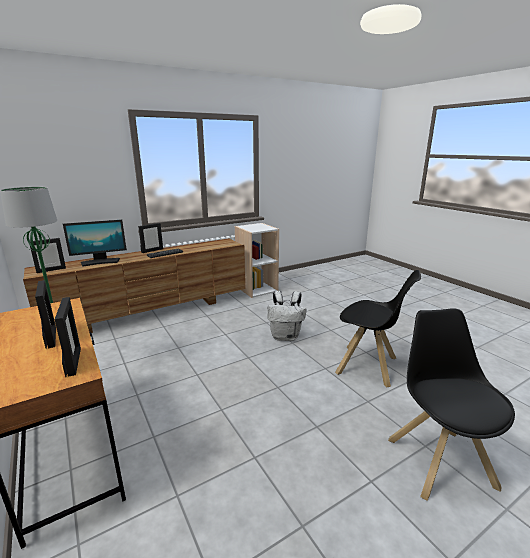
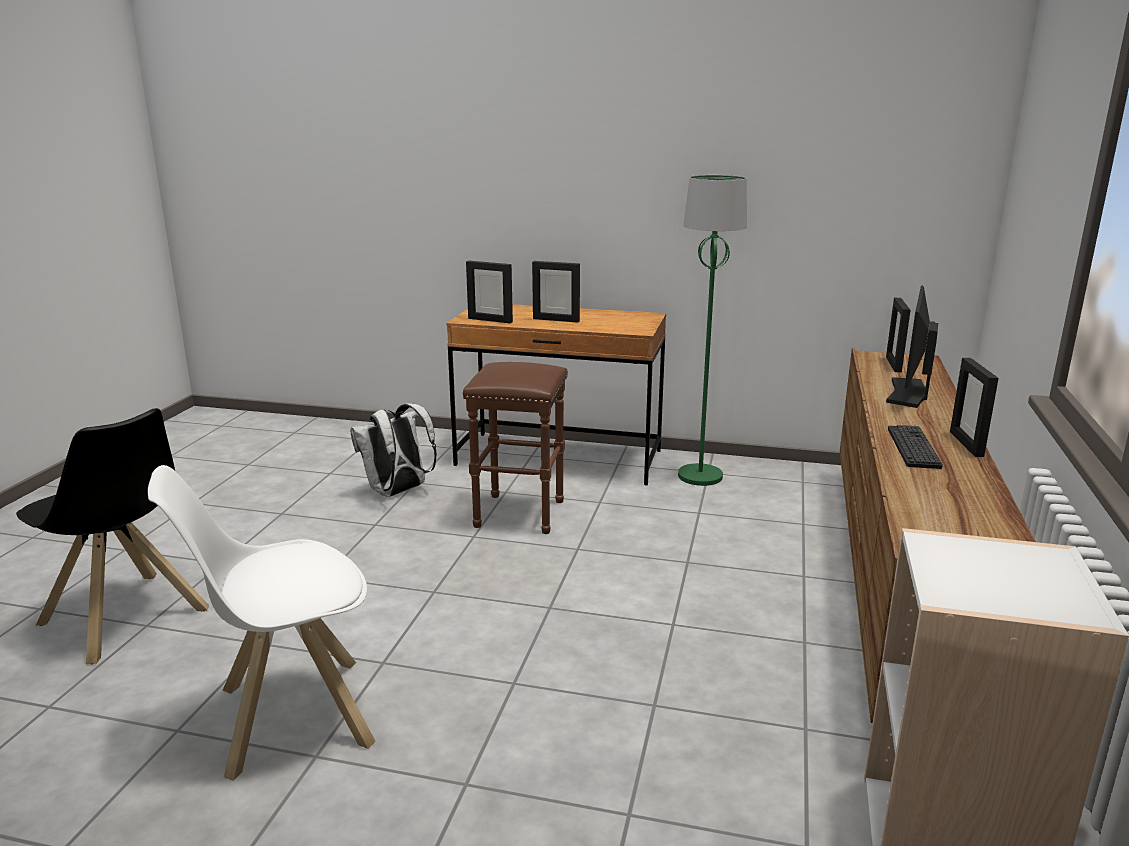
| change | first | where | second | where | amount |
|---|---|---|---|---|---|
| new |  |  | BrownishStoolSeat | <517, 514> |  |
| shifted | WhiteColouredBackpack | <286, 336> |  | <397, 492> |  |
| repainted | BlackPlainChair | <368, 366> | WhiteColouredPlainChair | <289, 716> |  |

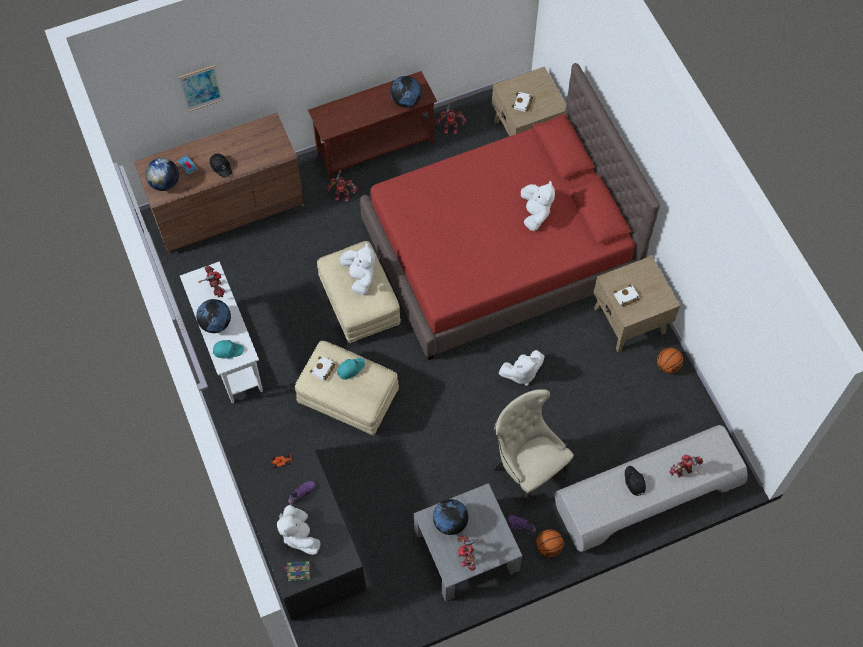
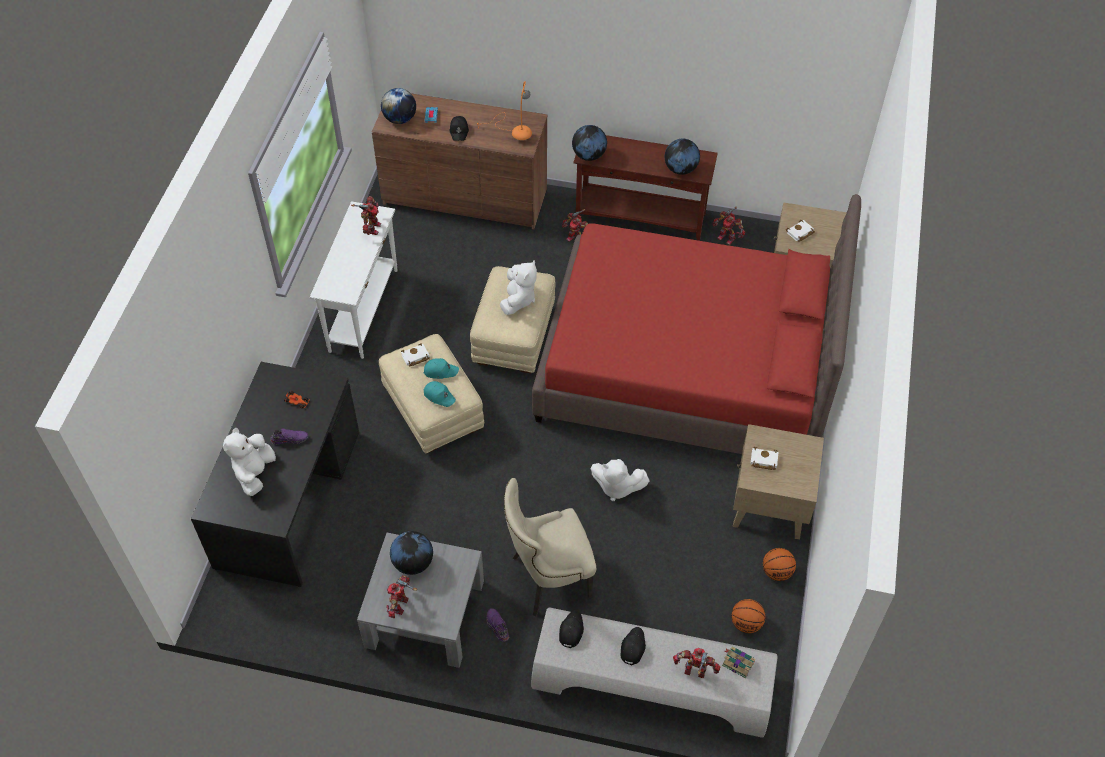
| change | first | where | second | where | amount |
|---|---|---|---|---|---|
| gone | Picture | <200, 88> |  |  |  |
| gone | WhiteColouredSoftToy | <535, 213> |  |  |  |
| new |  |  | OrangeyTableLamp | <514, 131> |  |
| new |  |  | BlackPeakedCap | <571, 630> |  |
| shifted | DeskGlobe | <216, 323> |  | <589, 155> |  |
| shifted | TurquoiseColouredPeakedCap | <227, 350> |  | <439, 396> |  |
| shifted | BoundBook | <298, 571> |  | <737, 662> |  |
| shifted | BallForBasketball | <548, 547> |  | <746, 623> |  |
| rotated | SandColouredPlainChair | <528, 469> |  | <549, 578> | 105 degrees counterclockwise |

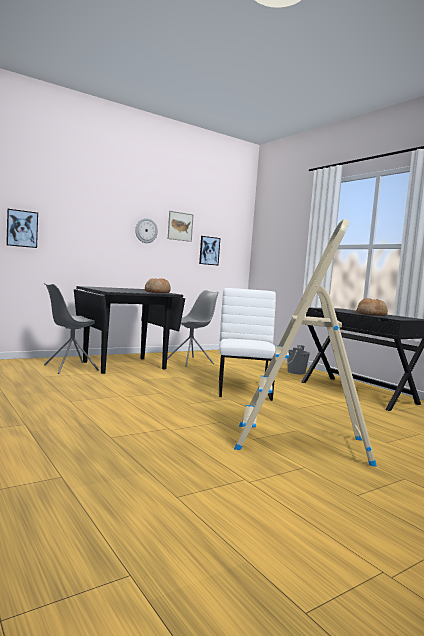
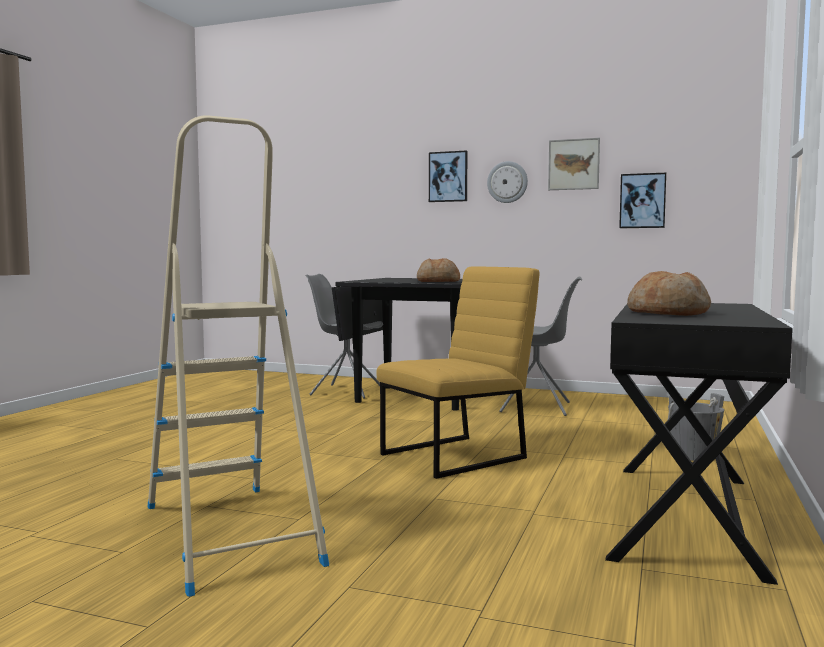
| change | first | where | second | where | amount |
|---|---|---|---|---|---|
| shifted | Picture | <22, 228> |  | <448, 176> |  |
| repainted | WhiteColouredPlainChair | <244, 390> | YellowPlainChair | <457, 456> |  |

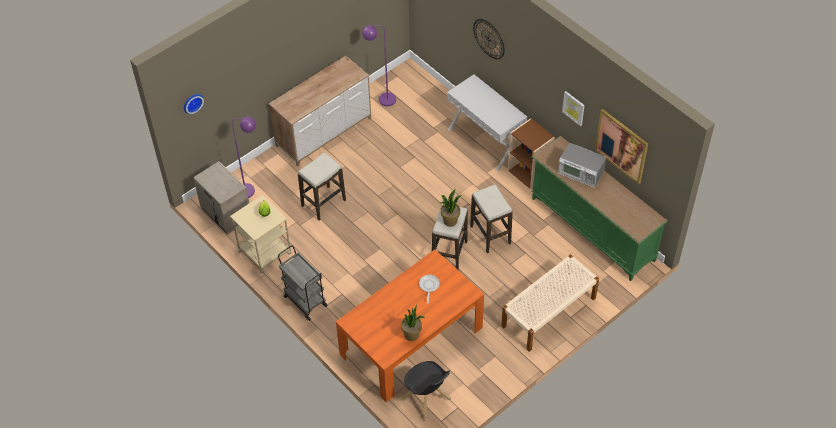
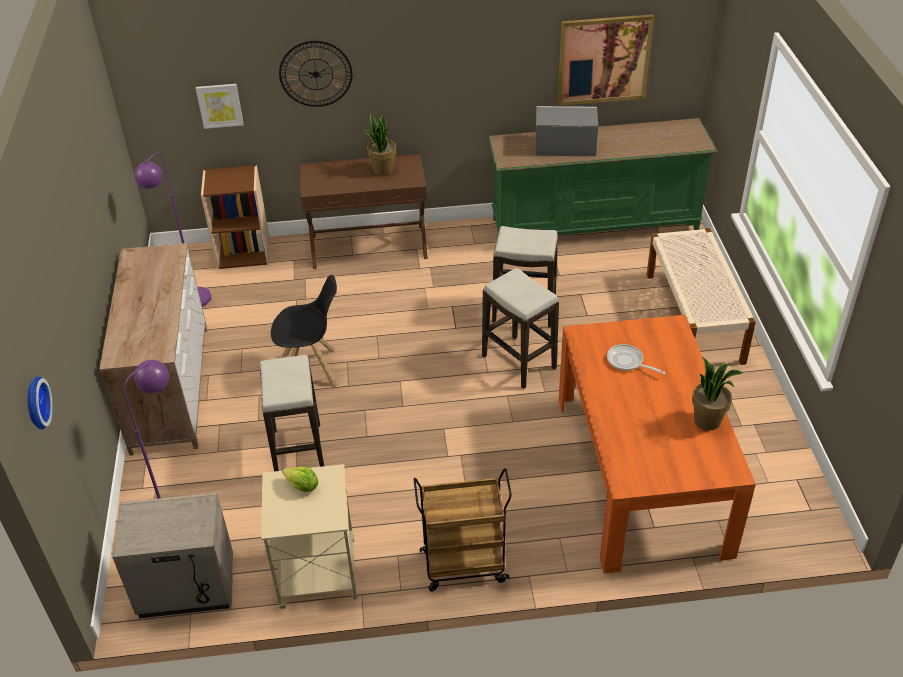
| change | first | where | second | where | amount |
|---|---|---|---|---|---|
| shifted | BlackPlainChair | <427, 400> |  | <312, 369> |  |
| shifted | PottedPlant | <450, 221> |  | <382, 170> |  |
| shifted | BrownishBookshelf | <530, 172> |  | <244, 253> |  |
| shifted | Picture | <573, 108> |  | <220, 105> |  |
| repainted | GrayTrolley | <305, 301> | BrownishTrolley | <463, 567> |  |
| repainted | WhiteColouredConsoleTable | <485, 141> | BrownishConsoleTable | <369, 246> |  |
| rotated | KitchenMicrowave | <580, 173> |  | <564, 145> | 150 degrees counterclockwise |

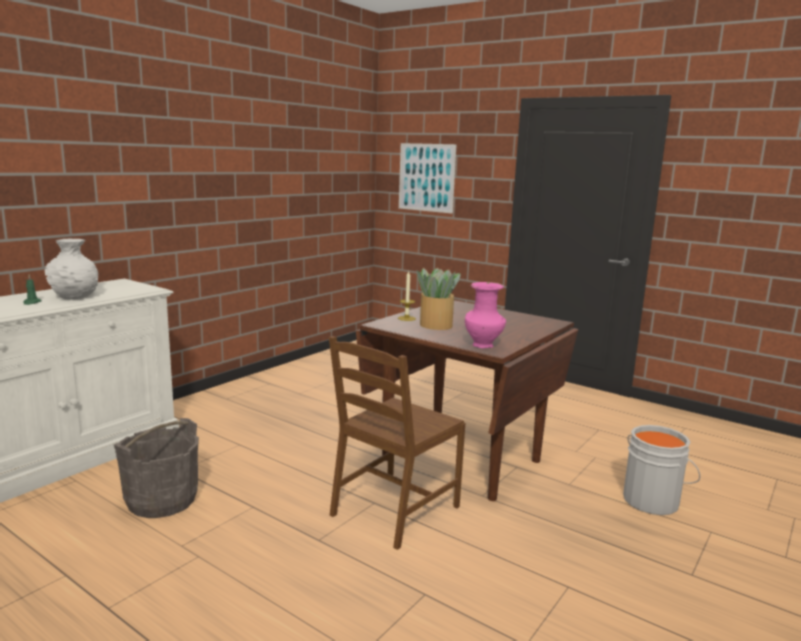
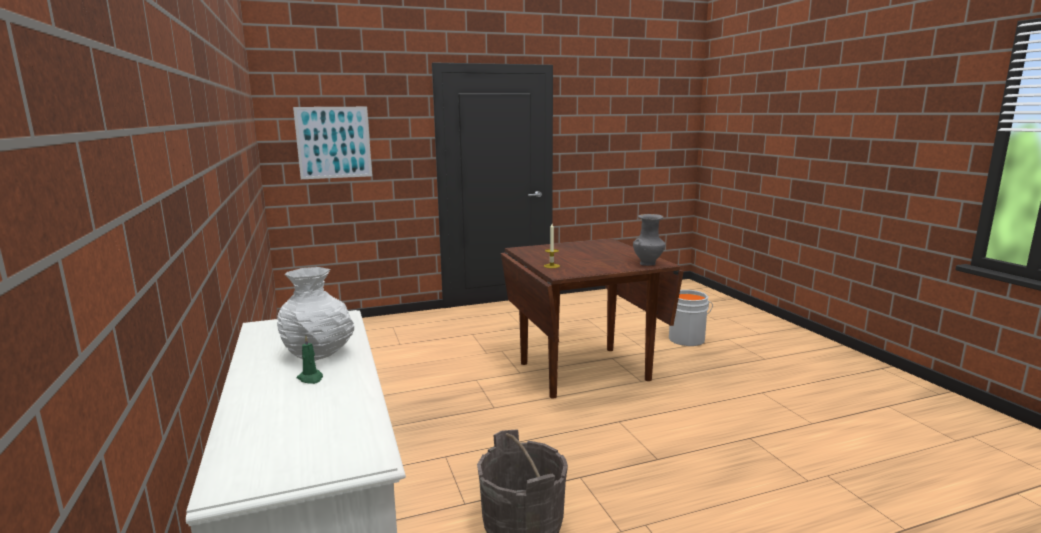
| change | first | where | second | where | amount |
|---|---|---|---|---|---|
| gone | BrownishPlainChair | <394, 511> |  |  |  |
| gone | PottedPlant | <435, 325> |  |  |  |
| repainted | PinkFlowerVase | <484, 346> | GrayFlowerVase | <648, 263> |  |

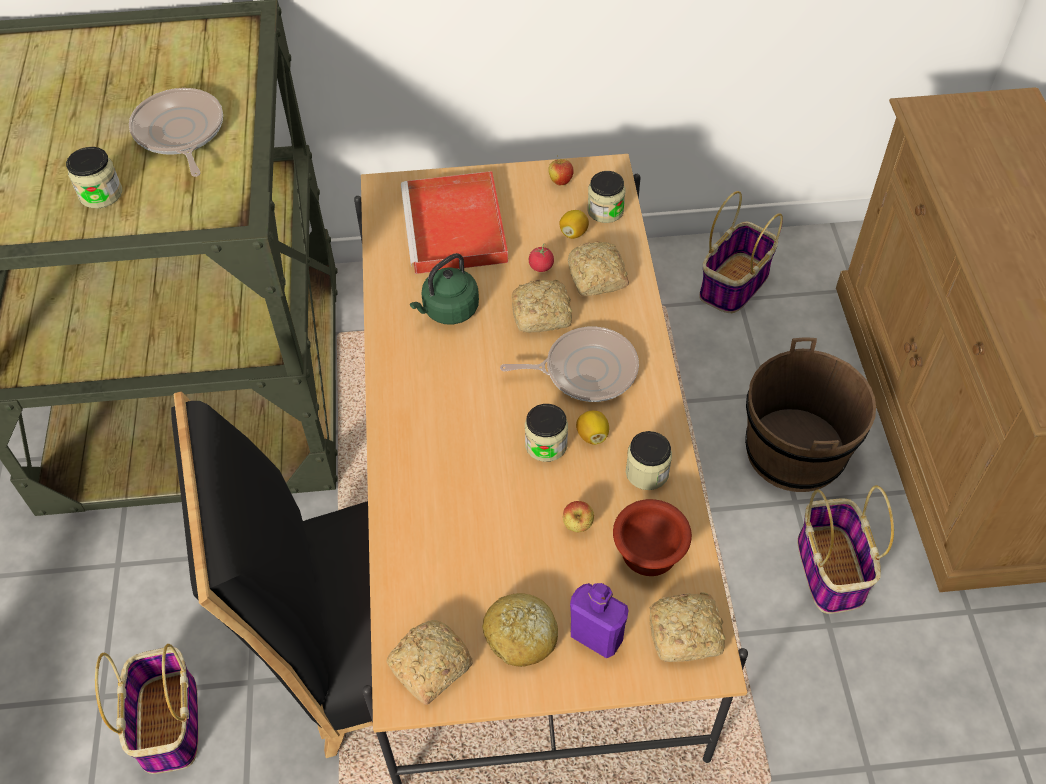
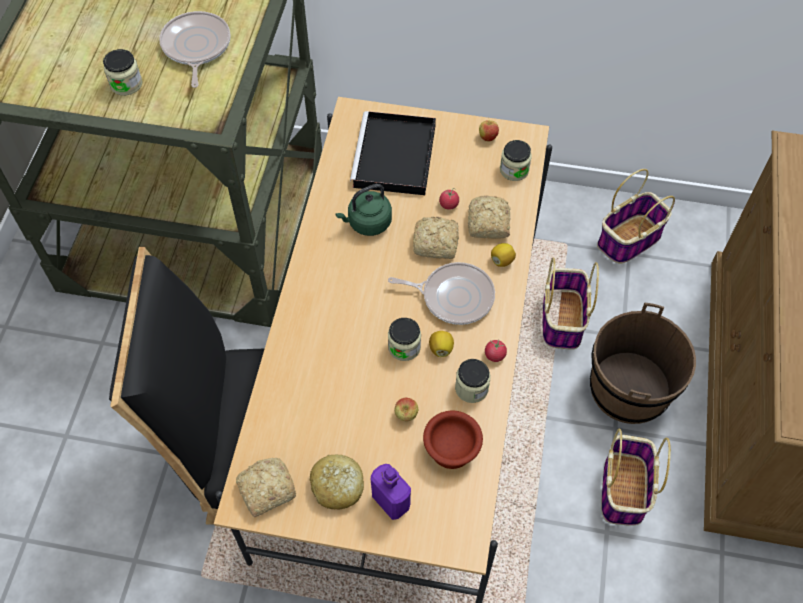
| change | first | where | second | where | amount |
|---|---|---|---|---|---|
| gone | BakedBread | <687, 634> |  |  |  |
| new |  |  | FreshTomato | <495, 355> |  |
| shifted | StorageBasket | <168, 721> |  | <562, 318> |  |
| shifted | CitrusFruit | <573, 233> |  | <502, 260> |  |
| repainted | RedColouredTray | <456, 228> | BlackTray | <395, 158> |  |

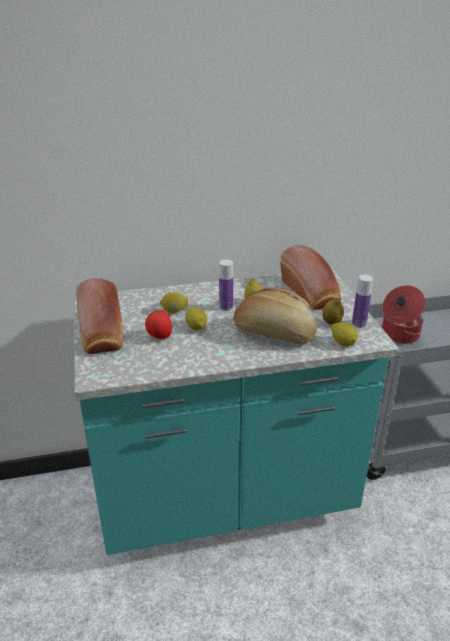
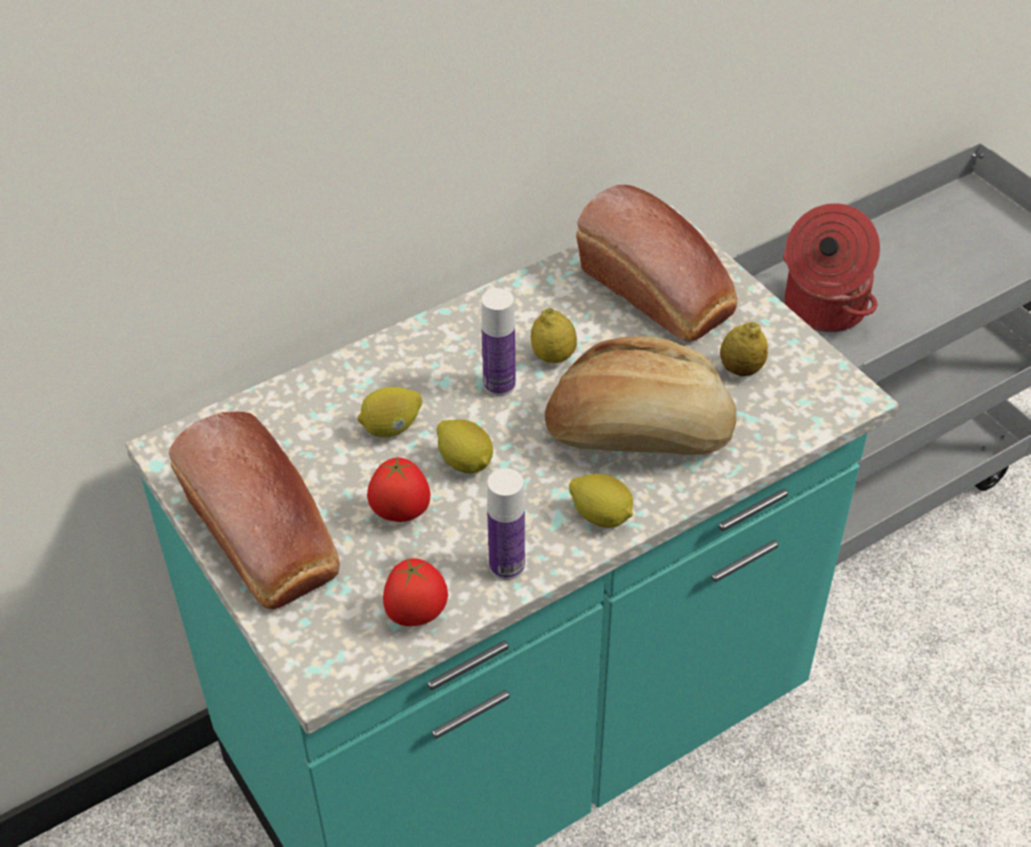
| change | first | where | second | where | amount |
|---|---|---|---|---|---|
| new |  |  | FreshTomato | <417, 615> |  |
| shifted | CitrusFruit | <343, 343> |  | <601, 516> |  |
| shifted | DrinkBottle | <359, 324> |  | <507, 565> |  |

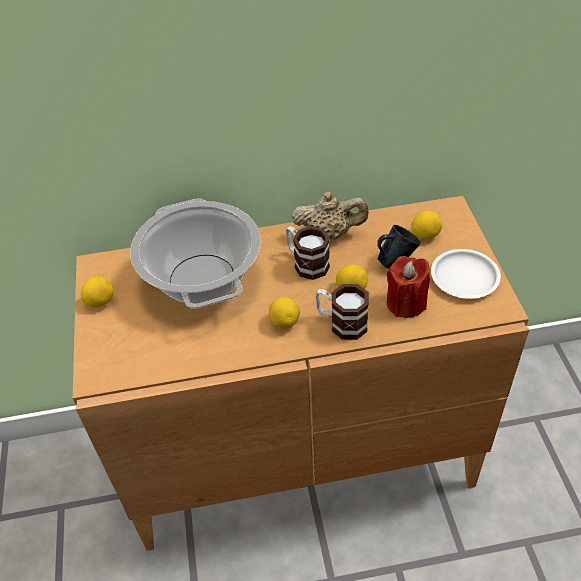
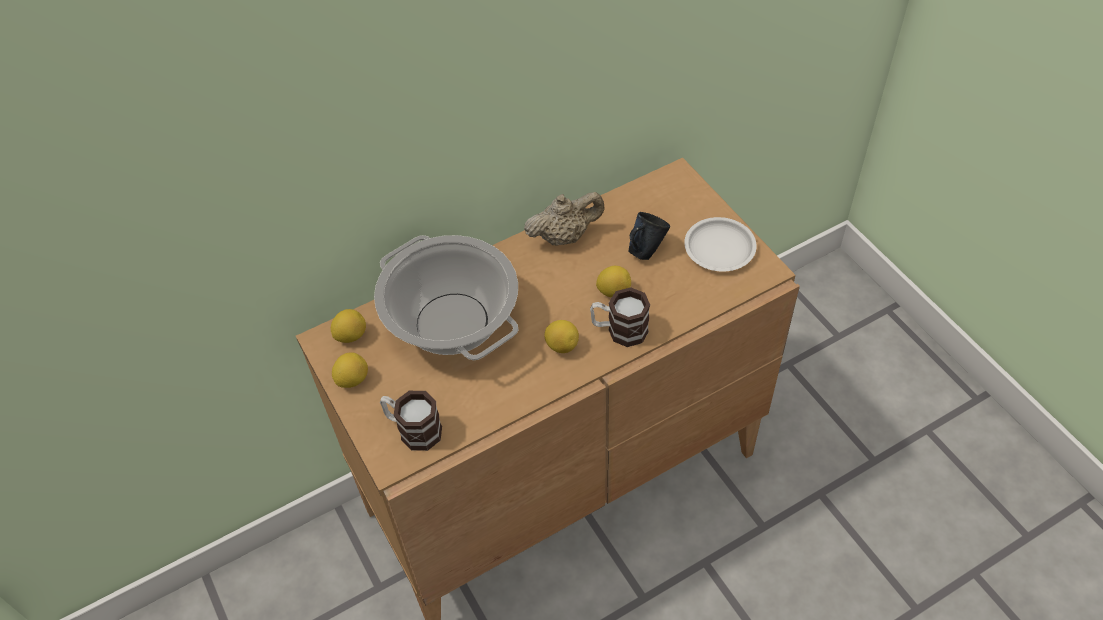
| change | first | where | second | where | amount |
|---|---|---|---|---|---|
| gone | RedColouredCandle | <406, 303> |  |  |  |
| shifted | TeaMug | <306, 263> |  | <413, 429> |  |
| shifted | CitrusFruit | <425, 235> |  | <351, 335> |  |

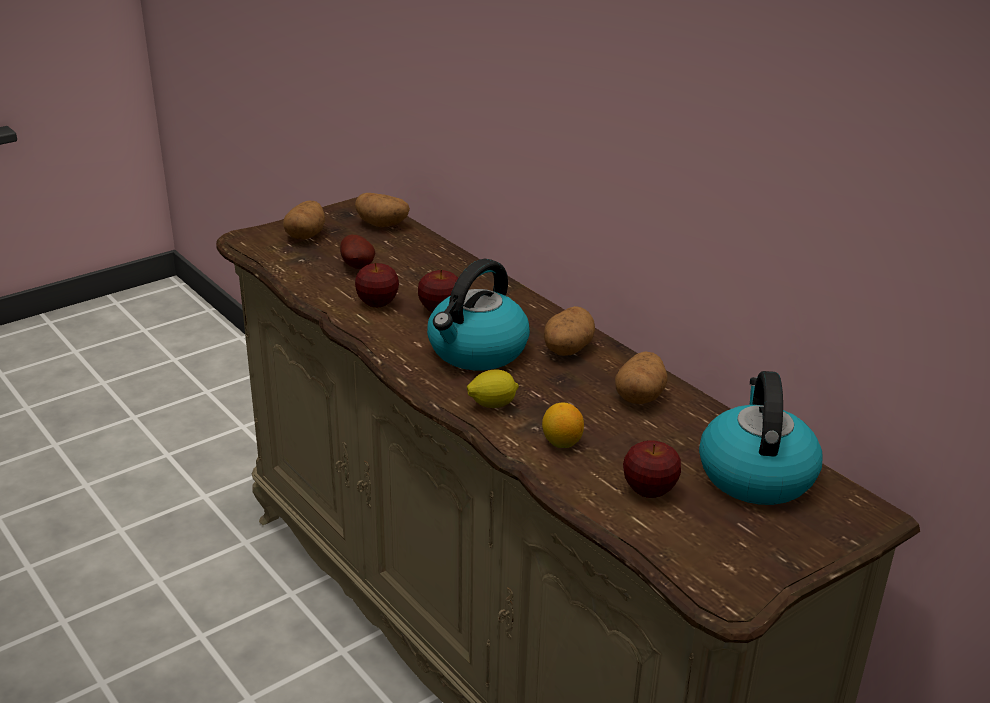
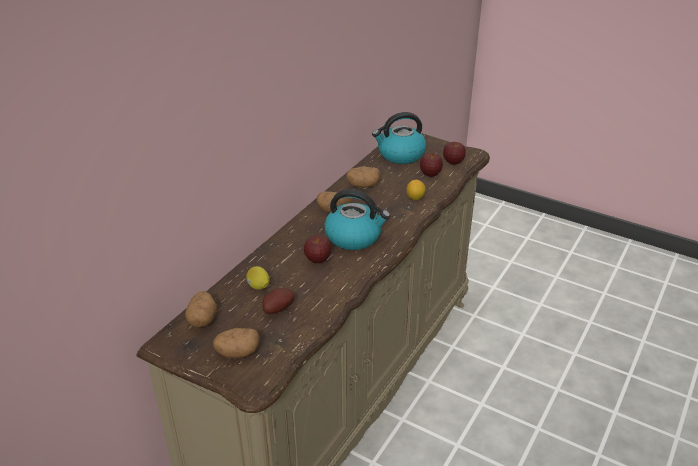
| change | first | where | second | where | amount |
|---|---|---|---|---|---|
| shifted | Apple | <378, 303> |  | <453, 162> |  |
| shifted | CitrusFruit | <492, 405> |  | <258, 287> |  |

